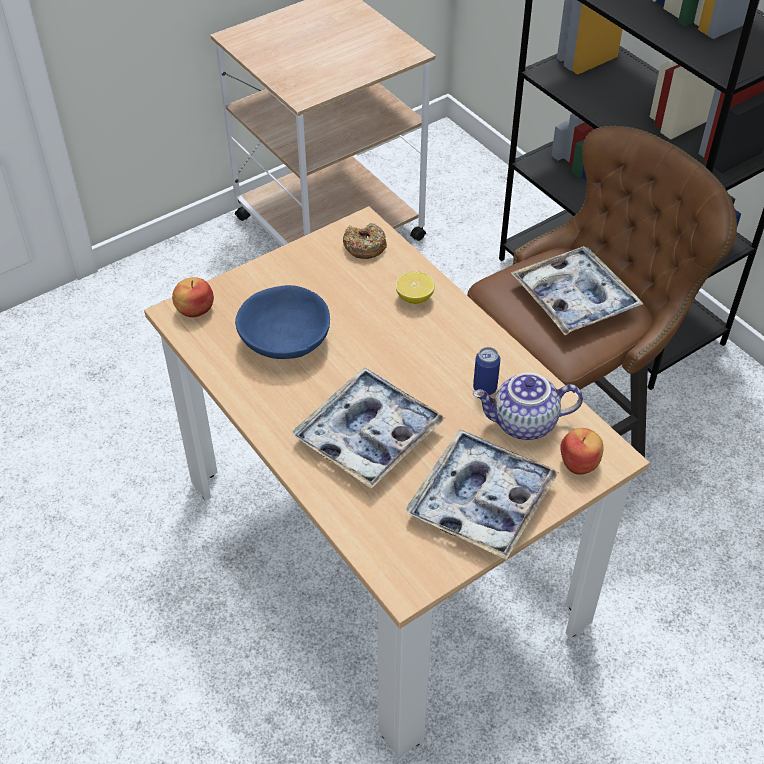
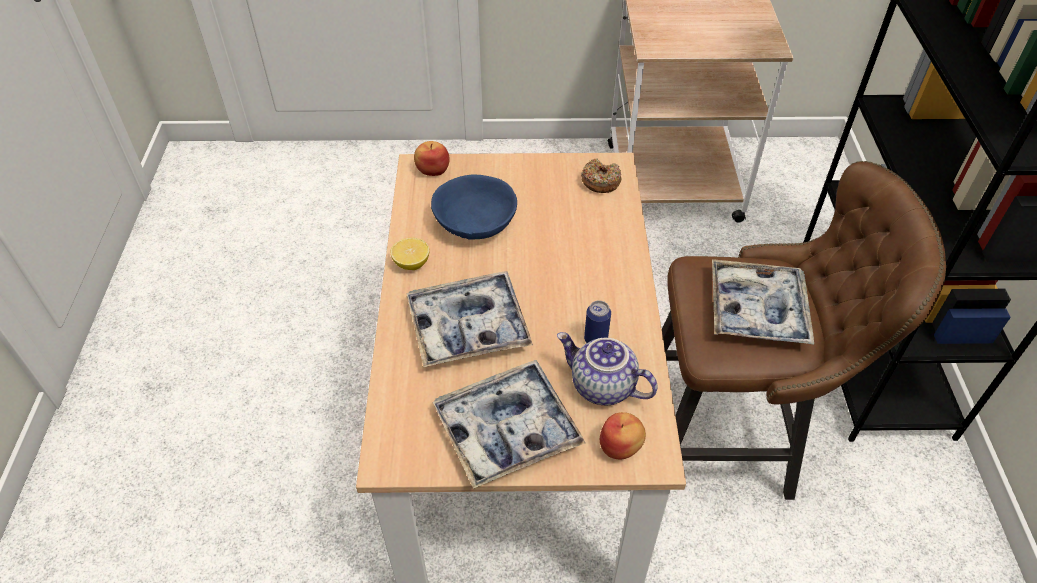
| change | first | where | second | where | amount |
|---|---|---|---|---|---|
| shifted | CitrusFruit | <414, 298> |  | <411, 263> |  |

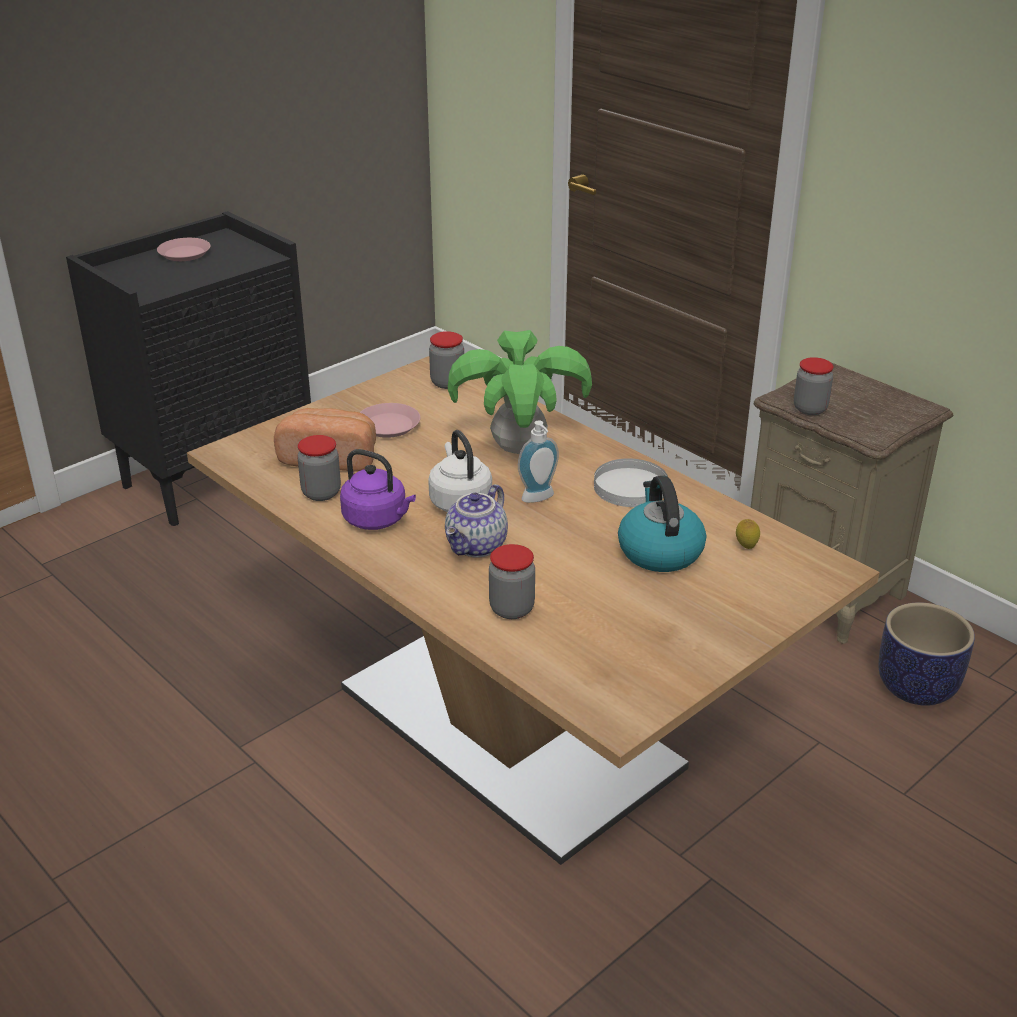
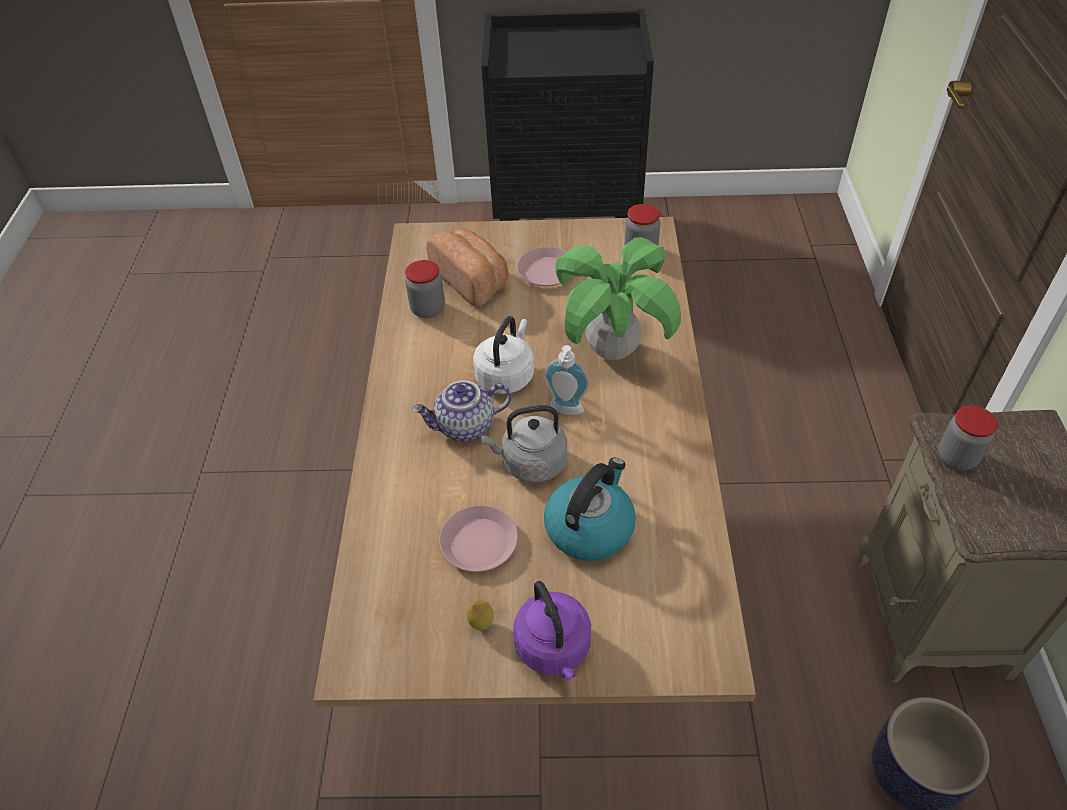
| change | first | where | second | where | amount |
|---|---|---|---|---|---|
| gone | StorageJar | <511, 609> |  |  |  |
| gone | WhiteColouredDinnerPlate | <631, 486> |  |  |  |
| new |  |  | GrayKettle | <530, 463> |  |
| shifted | PinkDinnerPlate | <184, 254> |  | <478, 543> |  |
| shifted | PurplishKettle | <378, 520> |  | <554, 649> |  |
| shifted | CitrusFruit | <746, 547> |  | <481, 624> |  |

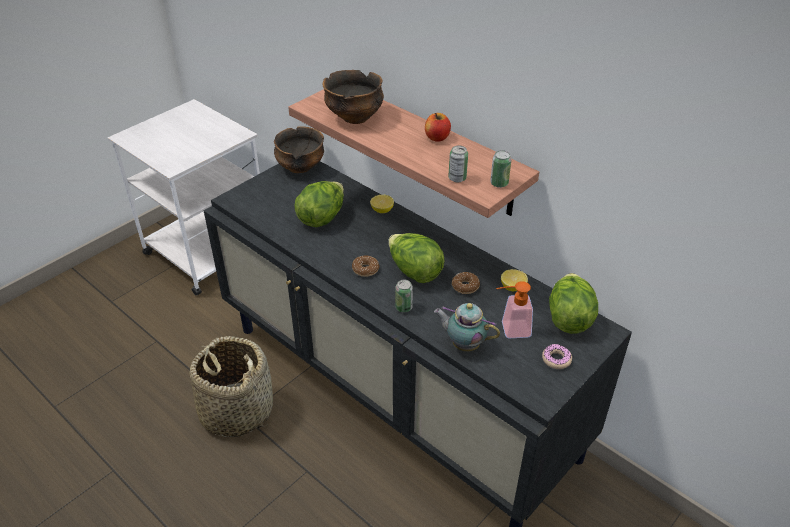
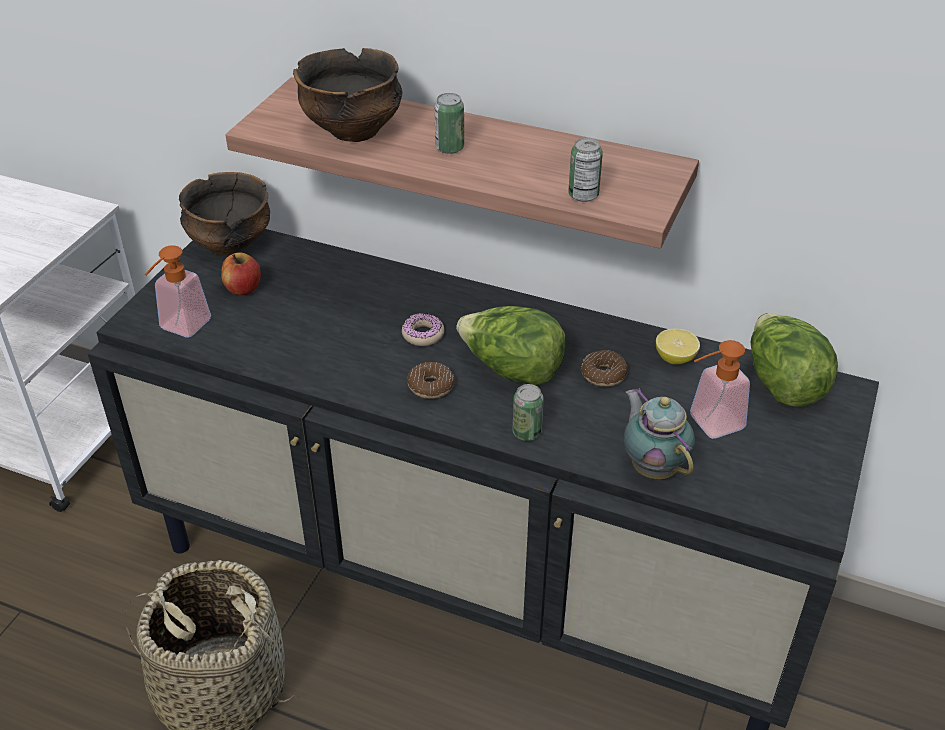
| change | first | where | second | where | amount |
|---|---|---|---|---|---|
| gone | HeadOfLettuce | <322, 217> |  |  |  |
| gone | CitrusFruit | <382, 210> |  |  |  |
| new |  |  | SoapDispenser | <180, 329> |  |
| shifted | Apple | <437, 137> |  | <243, 288> |  |
| shifted | SealedCan | <499, 183> |  | <449, 148> |  |
| shifted | Doughnut | <556, 359> |  | <423, 334> |  |
| rotated | Teapot | <464, 344> |  | <653, 466> | 60 degrees clockwise |

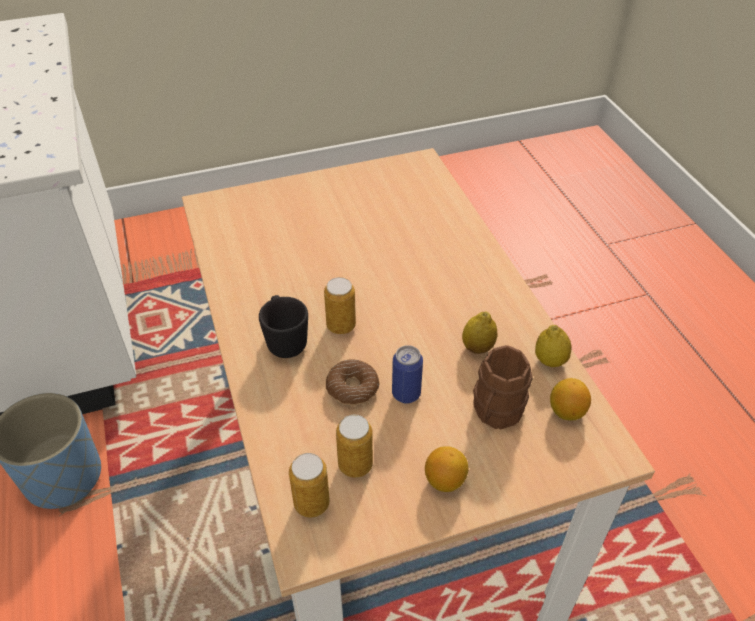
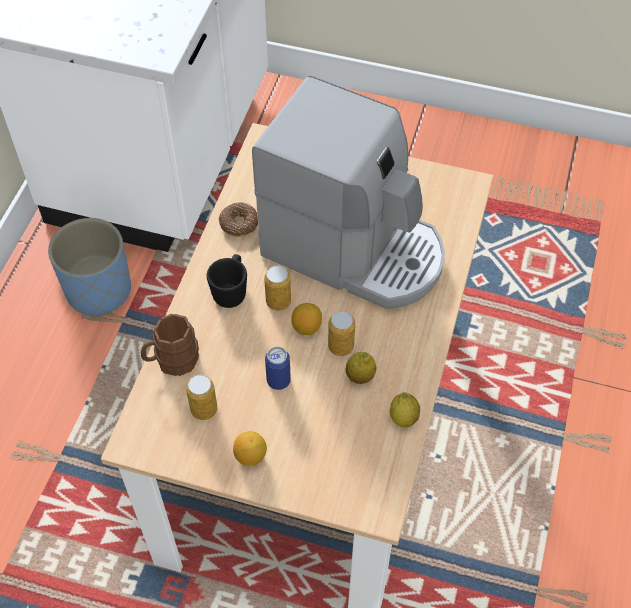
| change | first | where | second | where | amount |
|---|---|---|---|---|---|
| new |  |  | CoffeeMaker | <355, 250> |  |
| shifted | SealedCan | <311, 503> |  | <341, 346> |  |
| shifted | Doughnut | <352, 388> |  | <239, 224> |  |
| shifted | BrownishTeaMug | <495, 413> |  | <172, 360> |  |
| shifted | CitrusFruit | <566, 411> |  | <306, 327> |  |

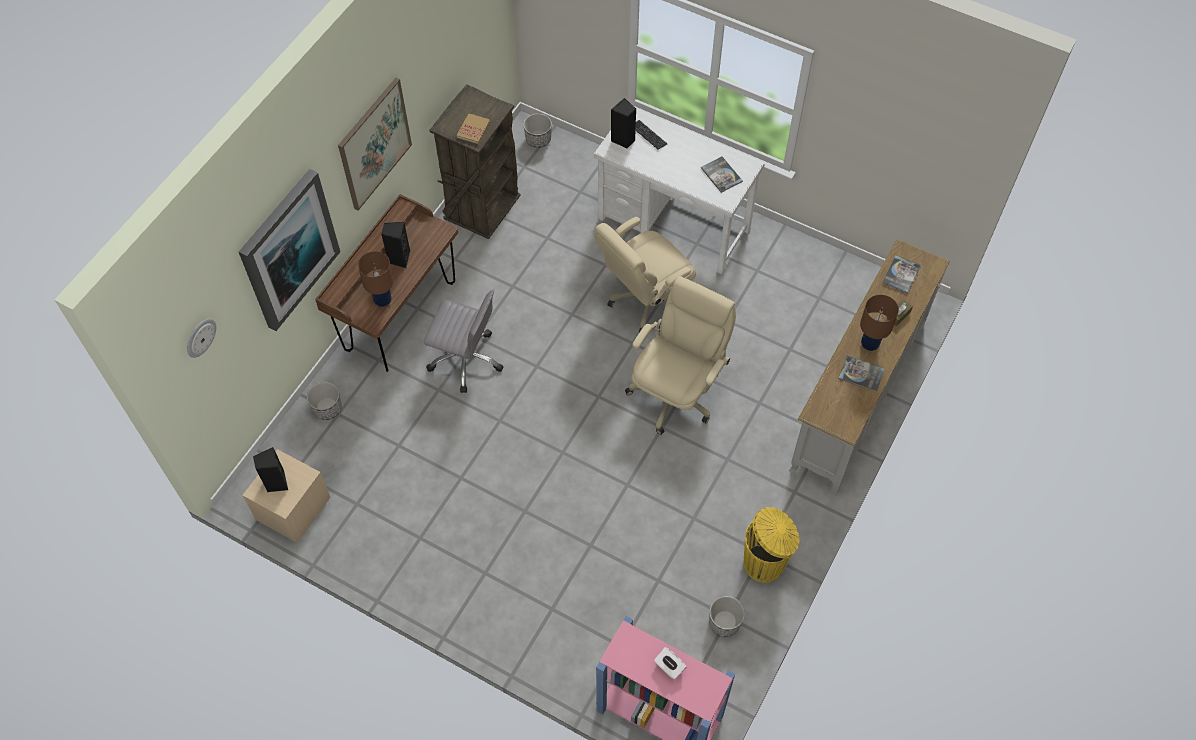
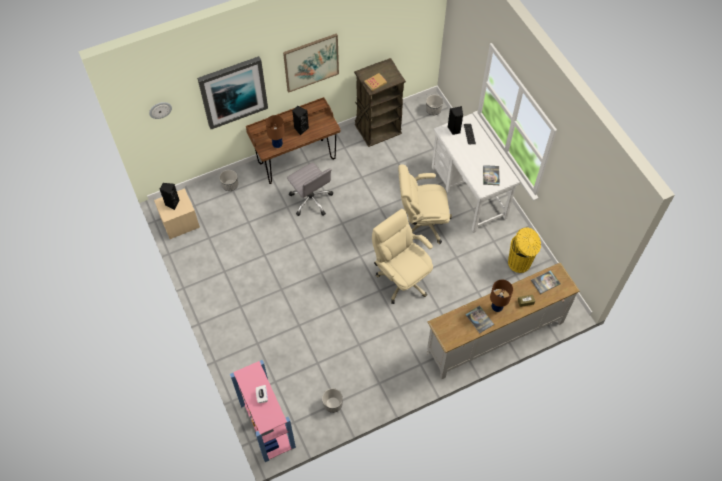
| change | first | where | second | where | amount |
|---|---|---|---|---|---|
| shifted | YellowTrashCan | <765, 563> |  | <520, 263> |  |
| rotated | SandColouredDeskChair | <677, 391> |  | <401, 277> | 105 degrees counterclockwise |

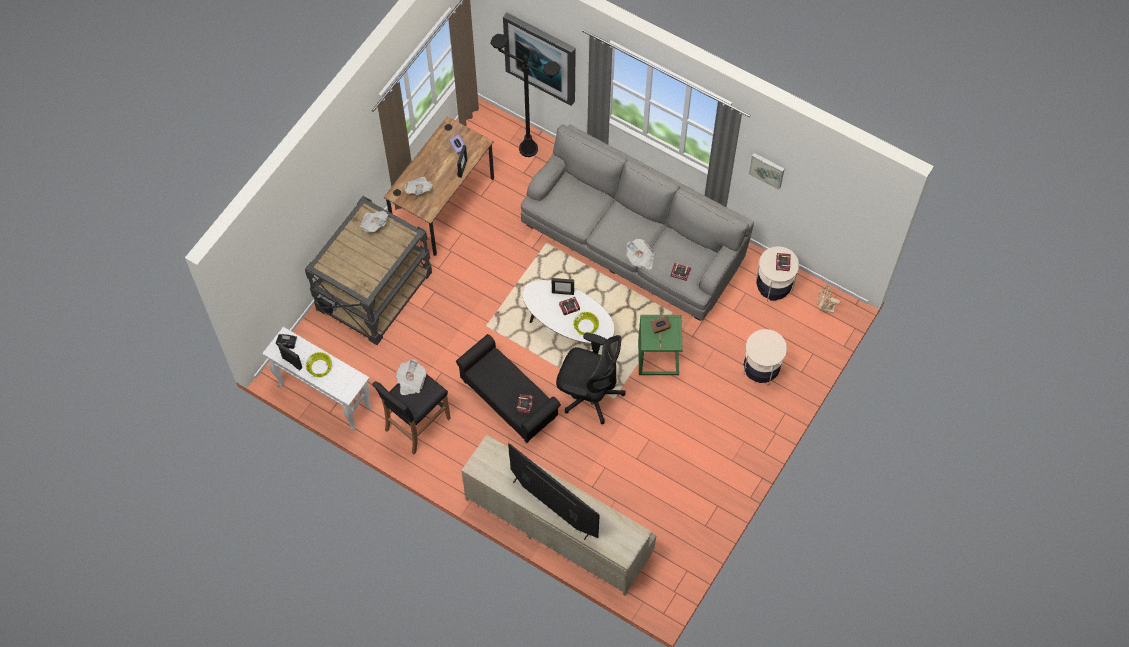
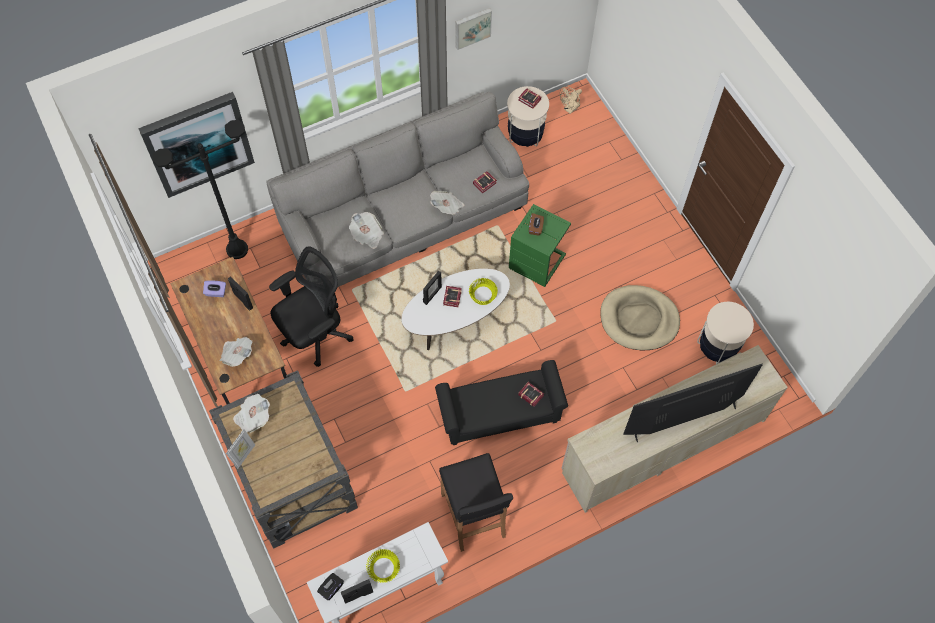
| change | first | where | second | where | amount |
|---|---|---|---|---|---|
| new |  |  | PictureFrame | <244, 455> |  |
| new |  |  | SandColouredDogCushion | <639, 319> |  |
| shifted | Newspaper | <410, 382> |  | <367, 235> |  |
| shifted | BlackDeskChair | <588, 395> |  | <314, 337> |  |
| shifted | SandColouredAccentTable | <761, 369> |  | <718, 347> |  |

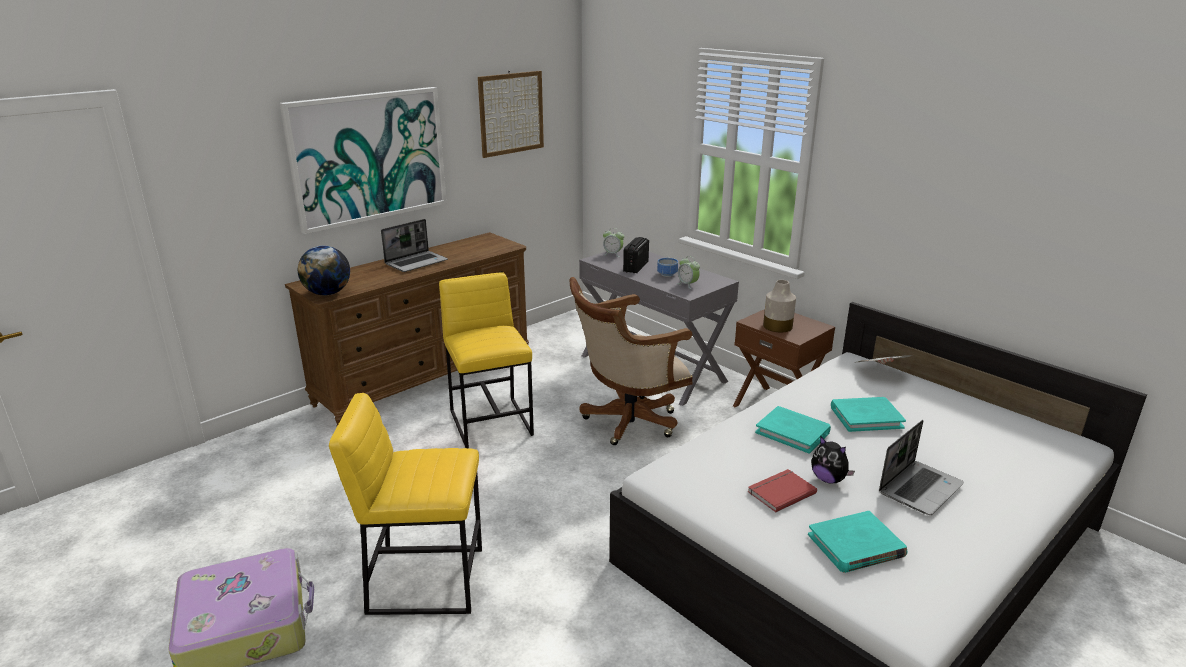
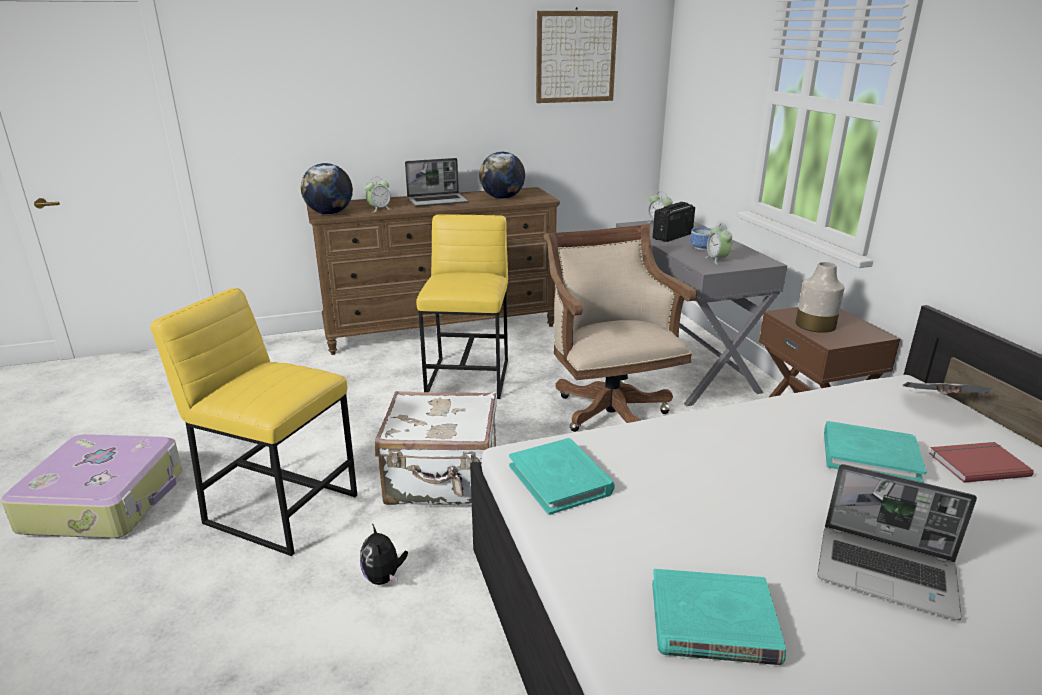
| change | first | where | second | where | amount |
|---|---|---|---|---|---|
| gone | Picture | <369, 157> |  |  |  |
| new |  |  | AlarmClock | <379, 209> |  |
| new |  |  | WhiteColouredTravelCase | <443, 481> |  |
| new |  |  | DeskGlobe | <502, 198> |  |
| shifted | RedColouredBoundBook | <780, 491> |  | <976, 463> |  |
| shifted | TurquoiseColouredBoundBook | <793, 432> |  | <560, 479> |  |
| shifted | SoftToy | <828, 479> |  | <384, 577> |  |
| rotated | DeskChair | <626, 423> |  | <608, 409> | 75 degrees clockwise |
| rotated | PortableComputer | <920, 488> |  | <888, 572> | 45 degrees clockwise |

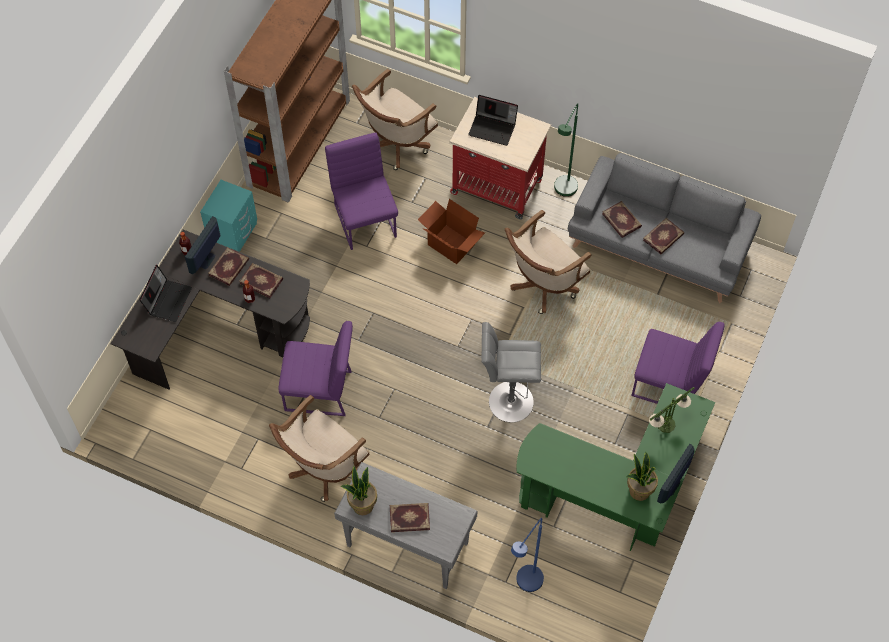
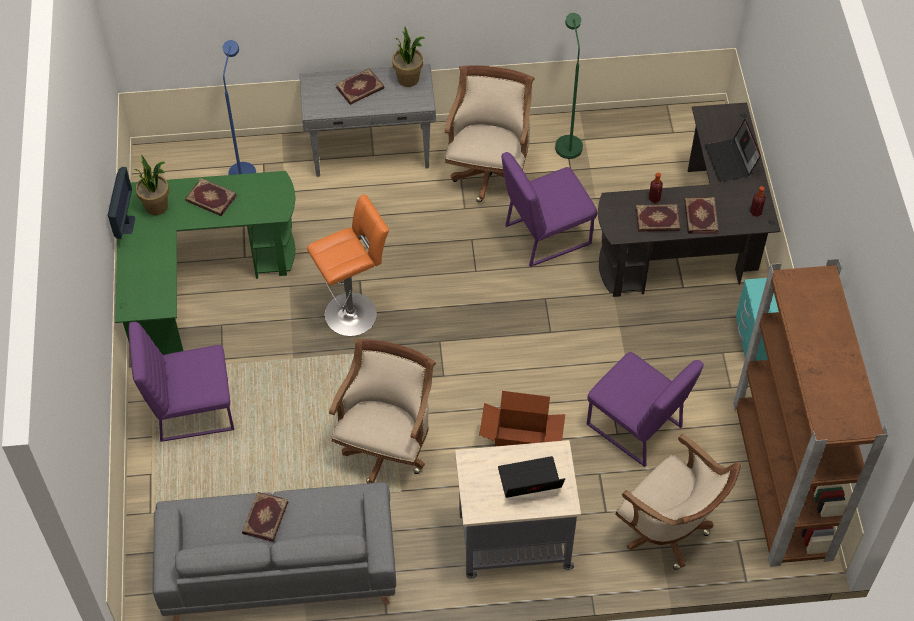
| change | first | where | second | where | amount |
|---|---|---|---|---|---|
| gone | Monitor | <206, 260> |  |  |  |
| gone | TableLamp | <665, 424> |  |  |  |
| shifted | GreenColouredStandingLamp | <563, 192> |  | <567, 142> |  |
| shifted | BoundBook | <622, 220> |  | <210, 199> |  |
| repainted | RedColouredTrolley | <497, 187> | GrayTrolley | <514, 543> |  |
| repainted | GrayStoolSeat | <507, 401> | OrangeyStoolSeat | <354, 312> |  |
| rotated | DeskChair | <396, 147> |  | <668, 533> | 120 degrees clockwise |

